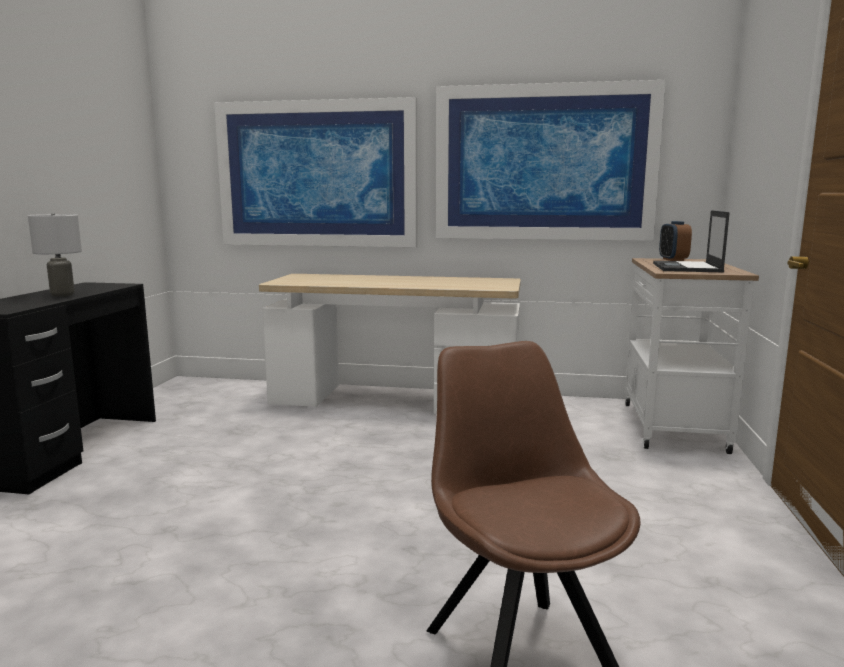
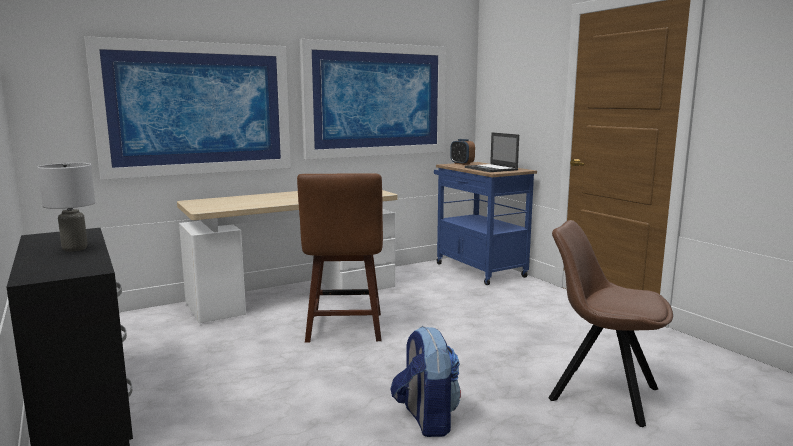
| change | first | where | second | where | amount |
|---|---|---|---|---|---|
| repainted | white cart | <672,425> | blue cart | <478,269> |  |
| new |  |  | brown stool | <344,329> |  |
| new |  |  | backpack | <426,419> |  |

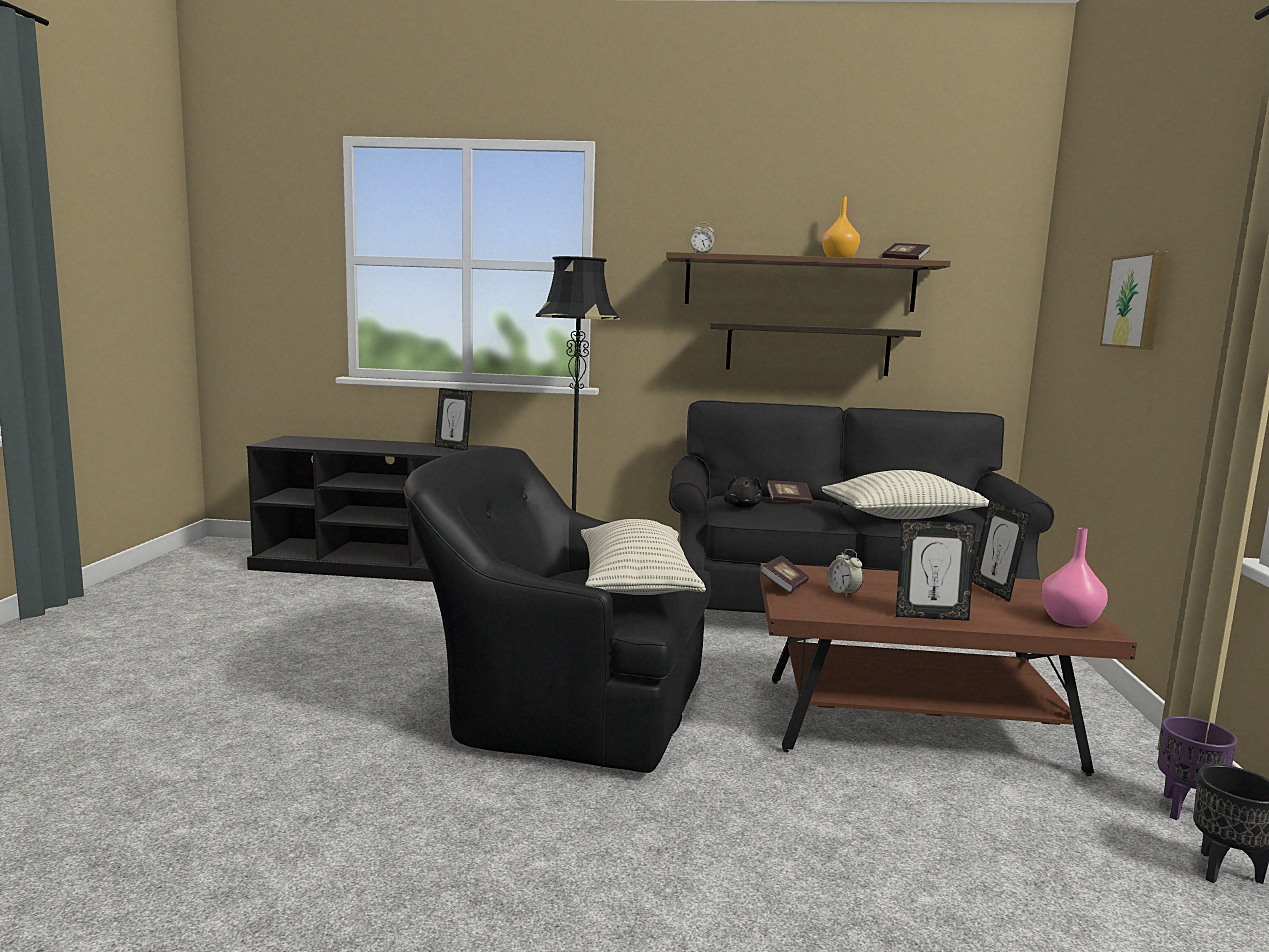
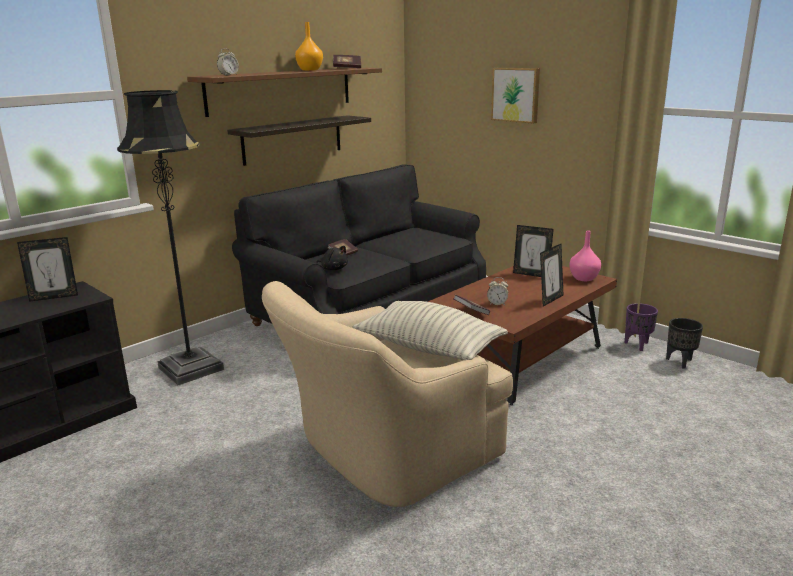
| change | first | where | second | where | amount |
|---|---|---|---|---|---|
| repainted | black armchair | <559,708> | beige armchair | <385,452> |  |
| gone | pillow | <902,517> |  |  |  |

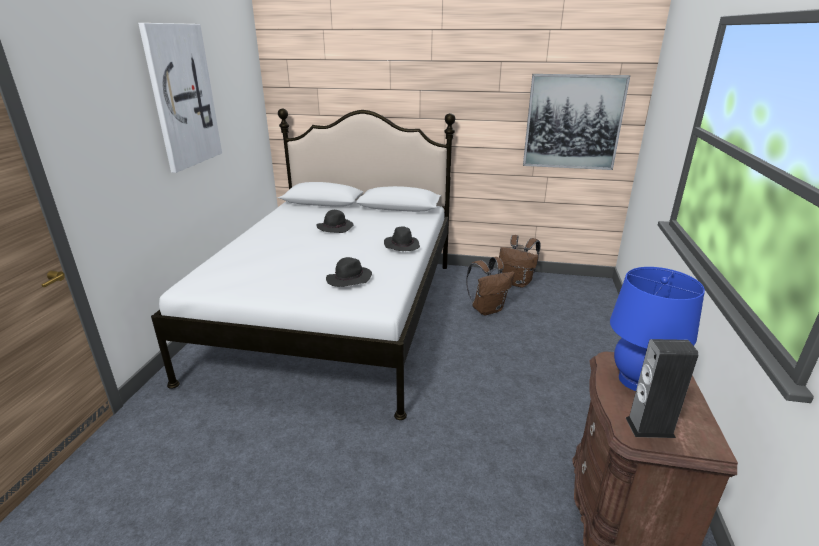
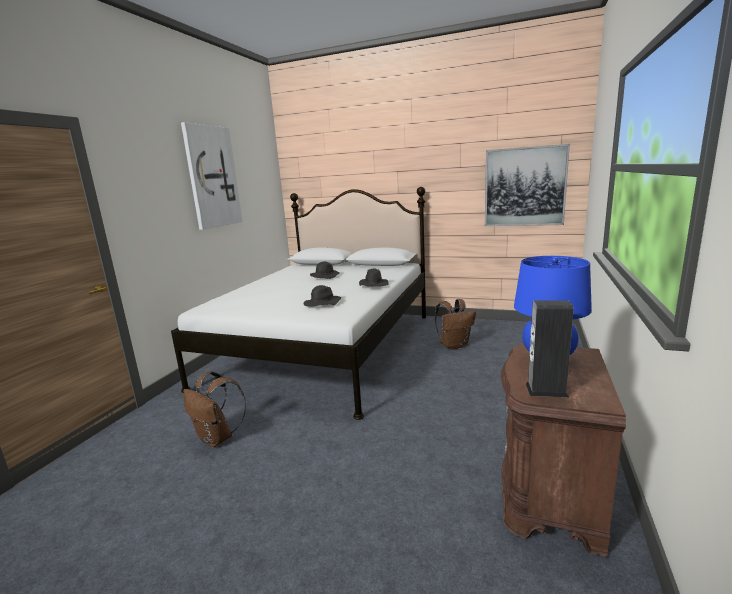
| change | first | where | second | where | amount |
|---|---|---|---|---|---|
| shifted | brown backpack | <517,283> |  | <218,438> |  |

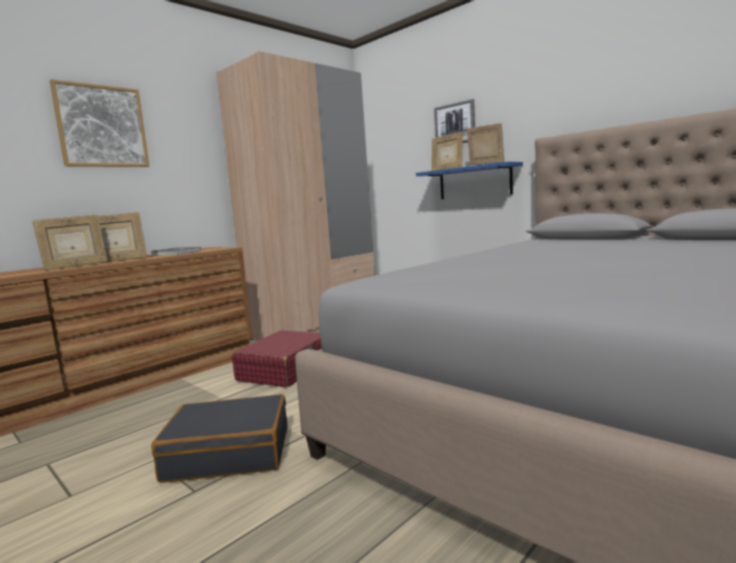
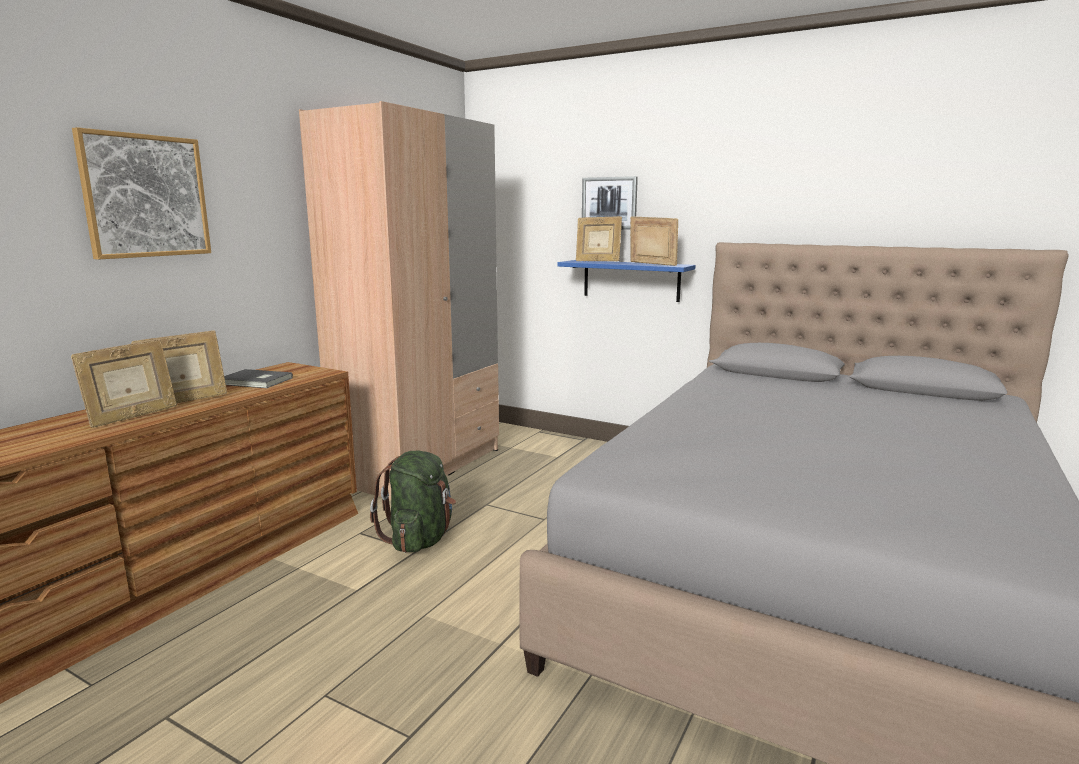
| change | first | where | second | where | amount |
|---|---|---|---|---|---|
| gone | black suitcase | <229,453> |  |  |  |
| swapped | red suitcase | <286,370> | green backpack | <419,539> |  |

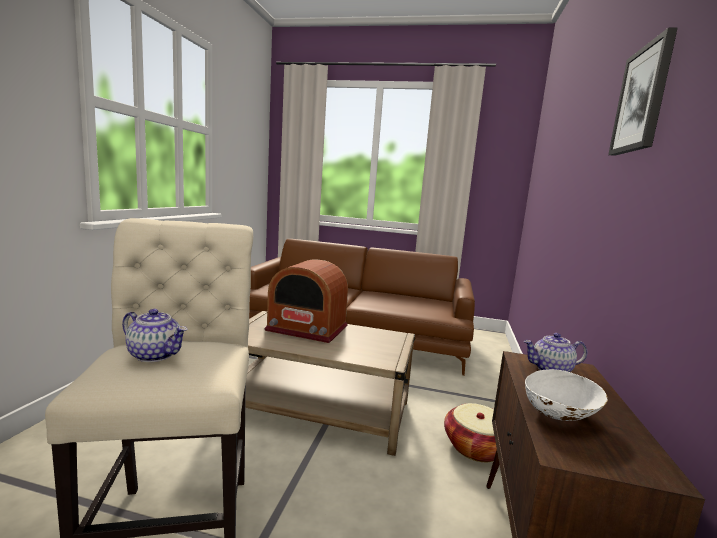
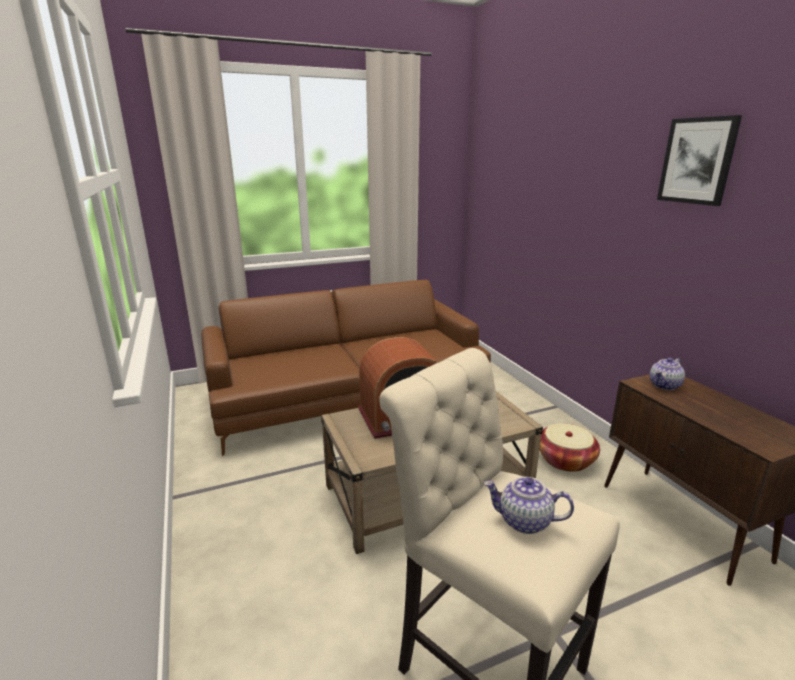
| change | first | where | second | where | amount |
|---|---|---|---|---|---|
| rotated | teapot | <156,355> |  | <524,521> | 150 degrees counterclockwise |
| gone | white bowl | <559,415> |  |  |  |

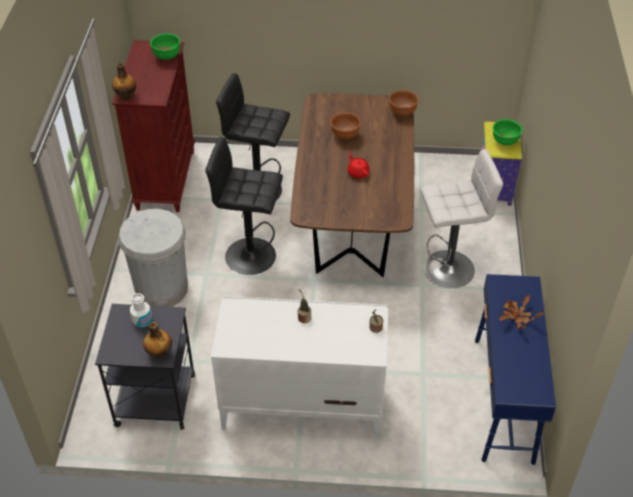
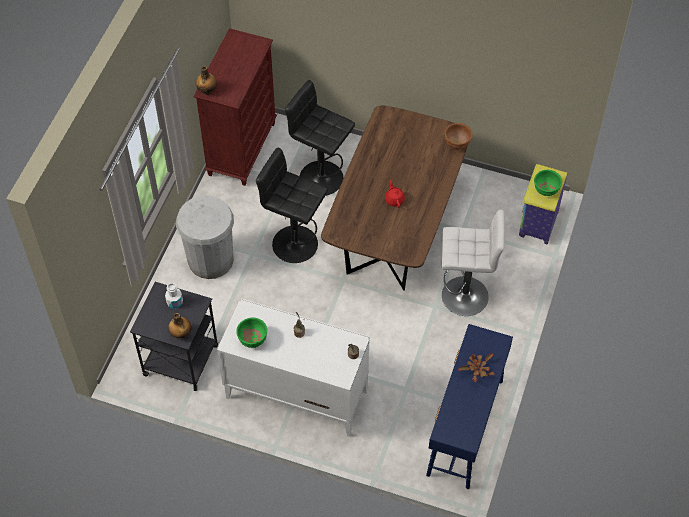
| change | first | where | second | where | amount |
|---|---|---|---|---|---|
| shifted | green bowl | <167,56> |  | <253,339> |  |
| gone | brown bowl | <345,135> |  |  |  |

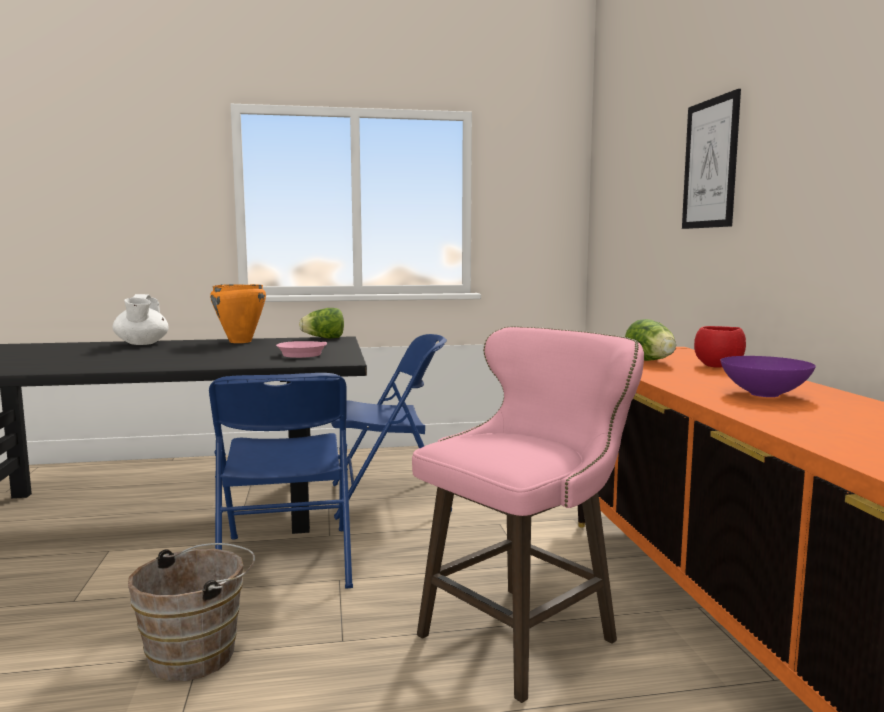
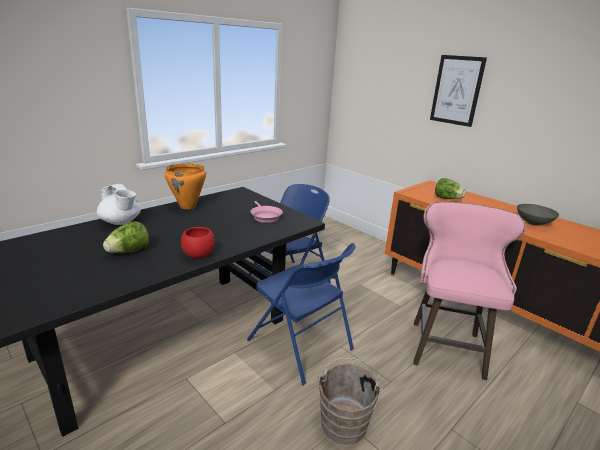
| change | first | where | second | where | amount |
|---|---|---|---|---|---|
| shifted | lettuce | <324,338> |  | <129,252> |  |
| shifted | red bowl | <717,366> |  | <198,255> |  |
| repainted | purple bowl | <764,394> | grey bowl | <533,223> |  |

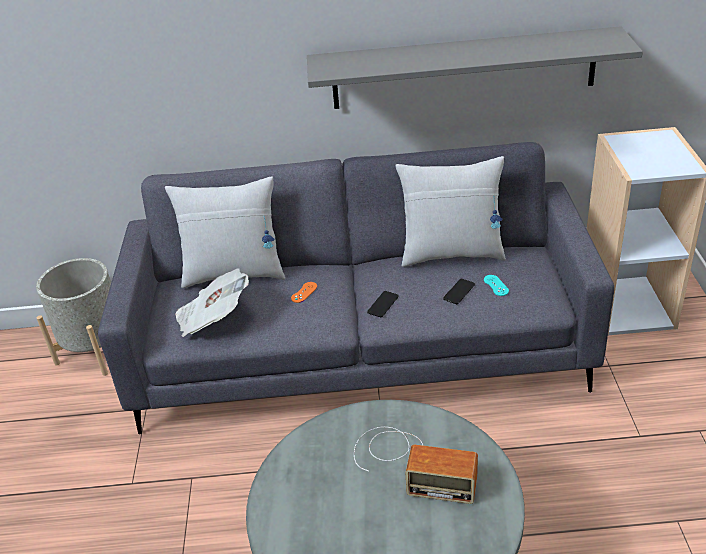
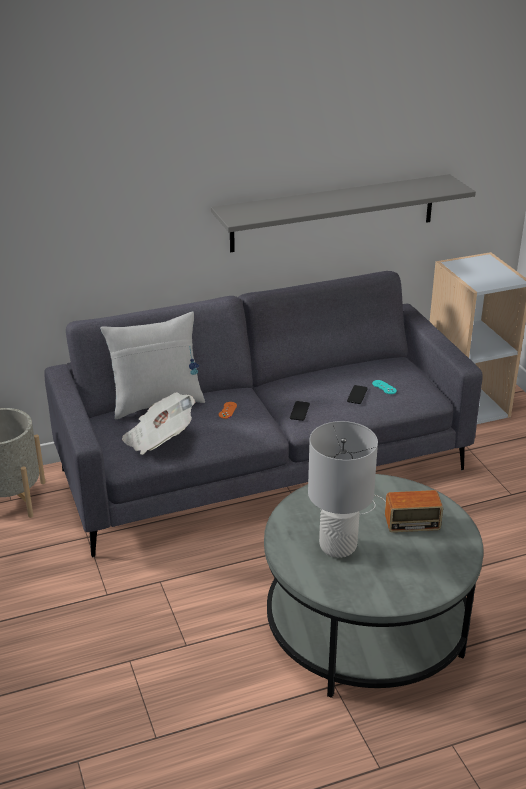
| change | first | where | second | where | amount |
|---|---|---|---|---|---|
| gone | grey pillow | <451,255> |  |  |  |
| new |  |  | grey table lamp | <338,548> |  |

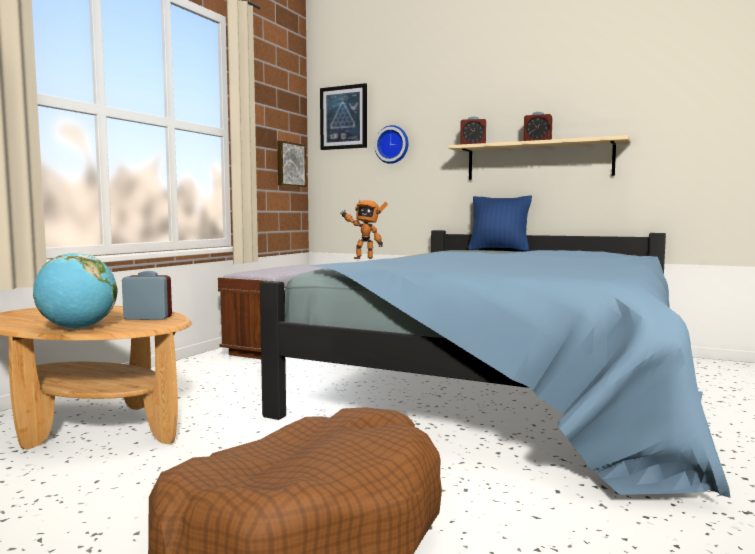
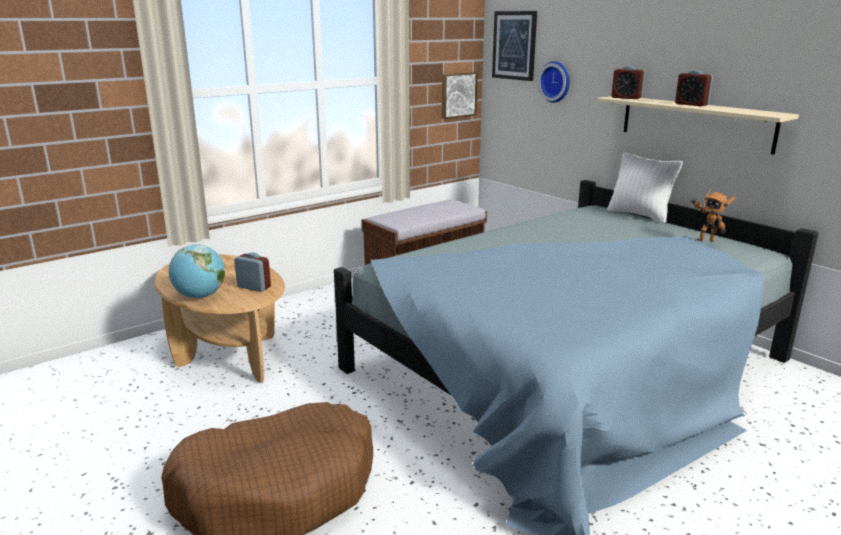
| change | first | where | second | where | amount |
|---|---|---|---|---|---|
| shifted | toy robot | <363,258> |  | <705,240> |  |
| repainted | blue pillow | <499,250> | white pillow | <639,215> |  |

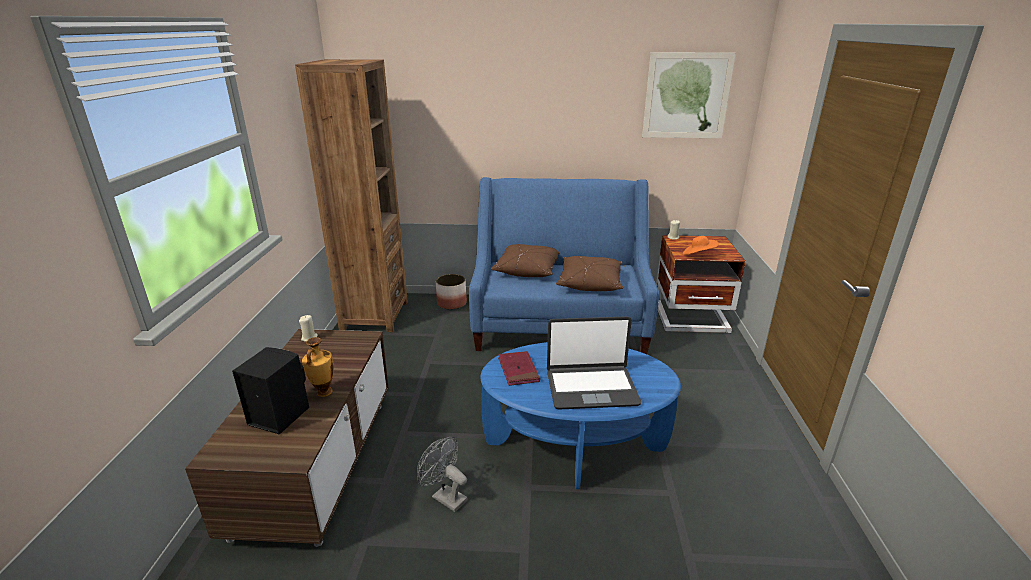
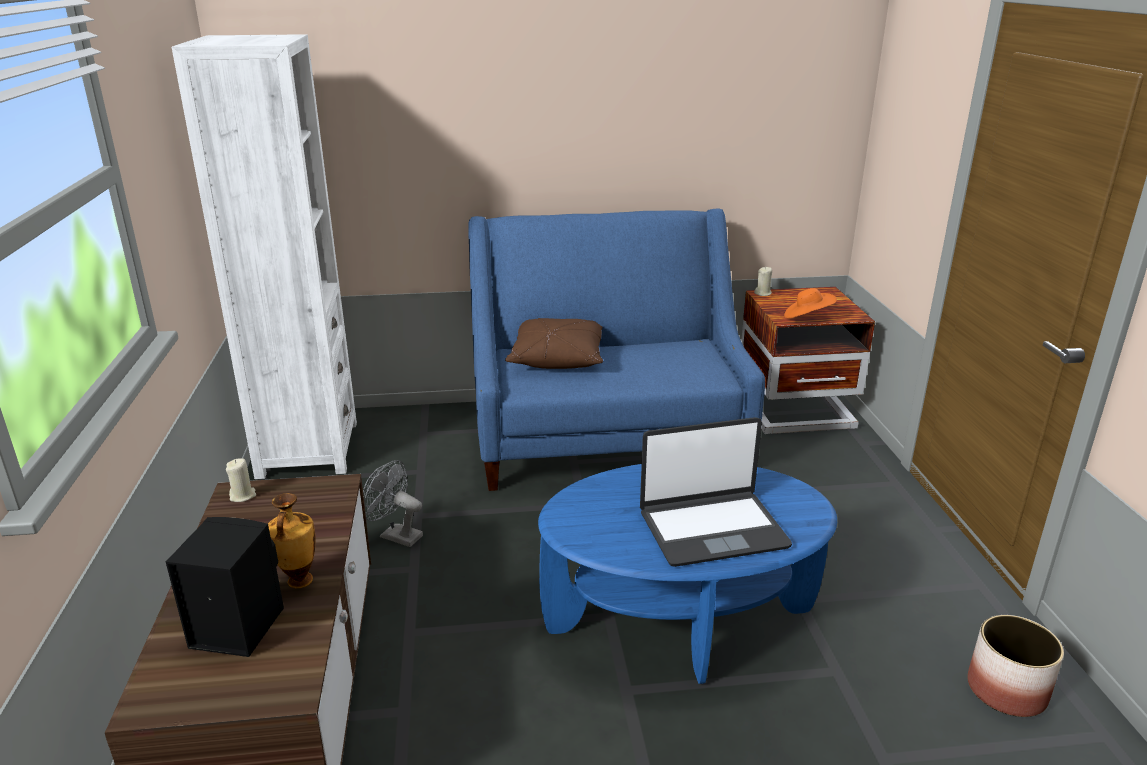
| change | first | where | second | where | amount |
|---|---|---|---|---|---|
| repainted | brown bookcase | <374,315> | white bookcase | <308,449> |  |
| shifted | grey fan | <445,497> |  | <395,535> |  |
| shifted | planter | <452,303> |  | <1006,690> |  |
| gone | red book | <518,370> |  |  |  |
| gone | brown pillow | <589,283> |  |  |  |
| gone | picture | <686,96> |  |  |  |

